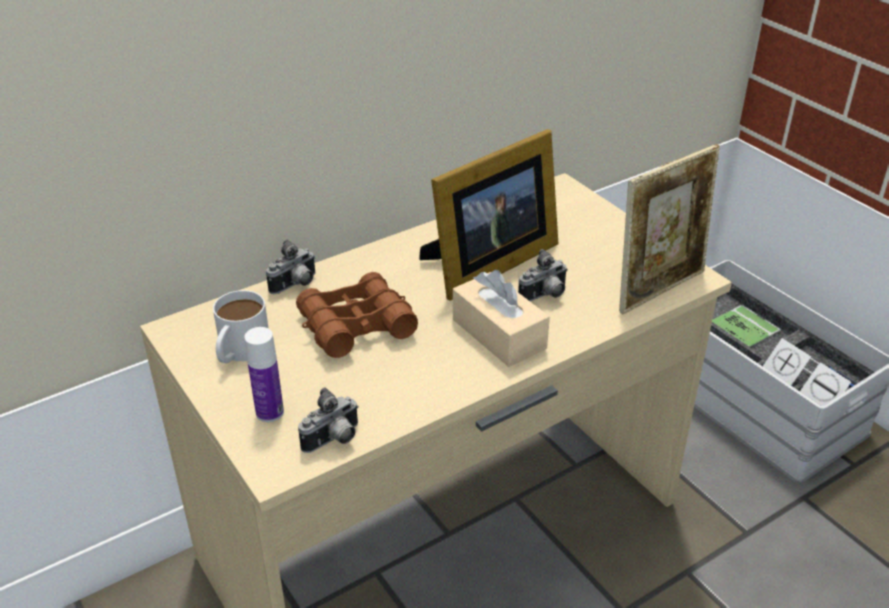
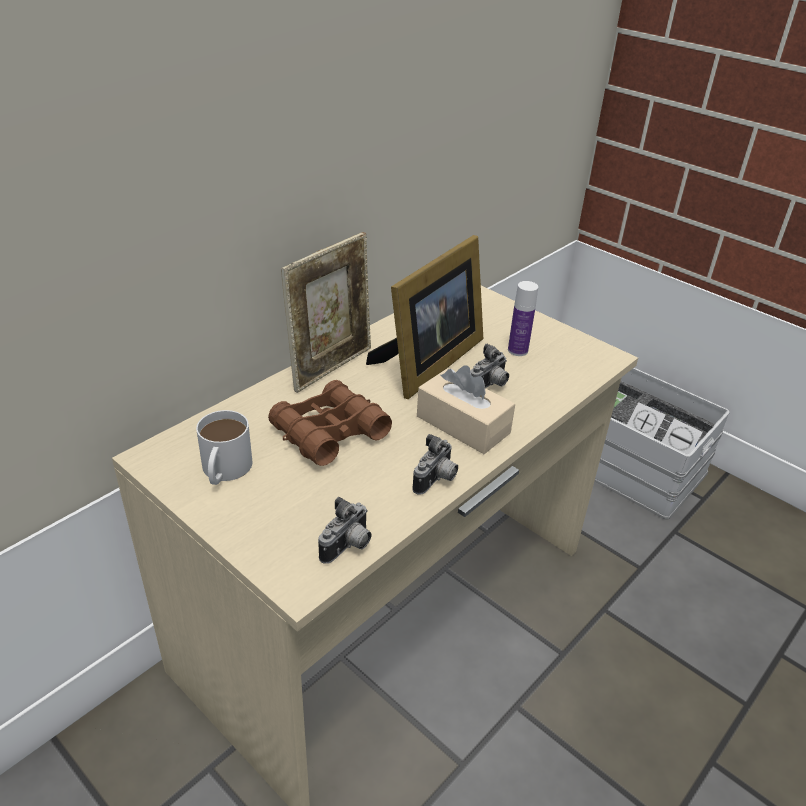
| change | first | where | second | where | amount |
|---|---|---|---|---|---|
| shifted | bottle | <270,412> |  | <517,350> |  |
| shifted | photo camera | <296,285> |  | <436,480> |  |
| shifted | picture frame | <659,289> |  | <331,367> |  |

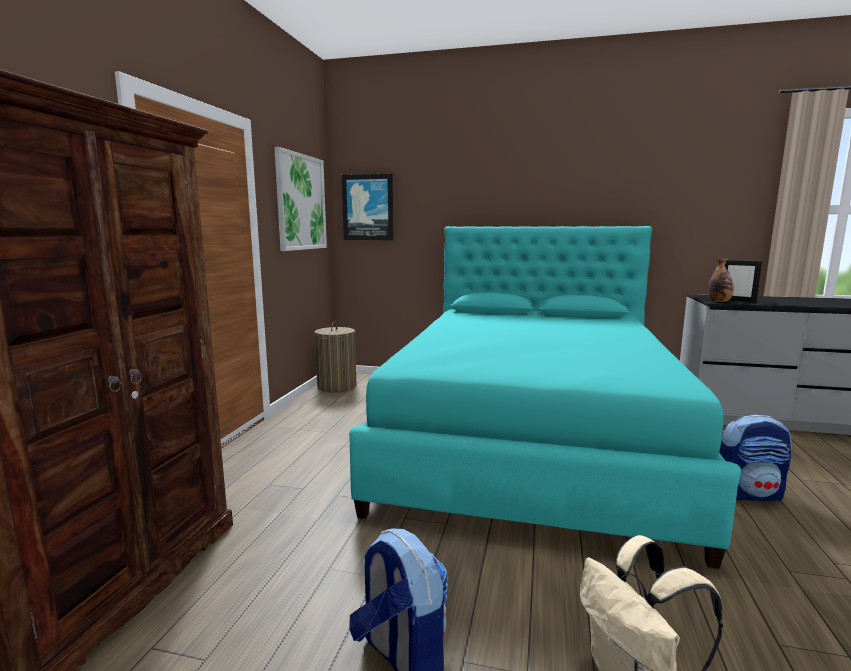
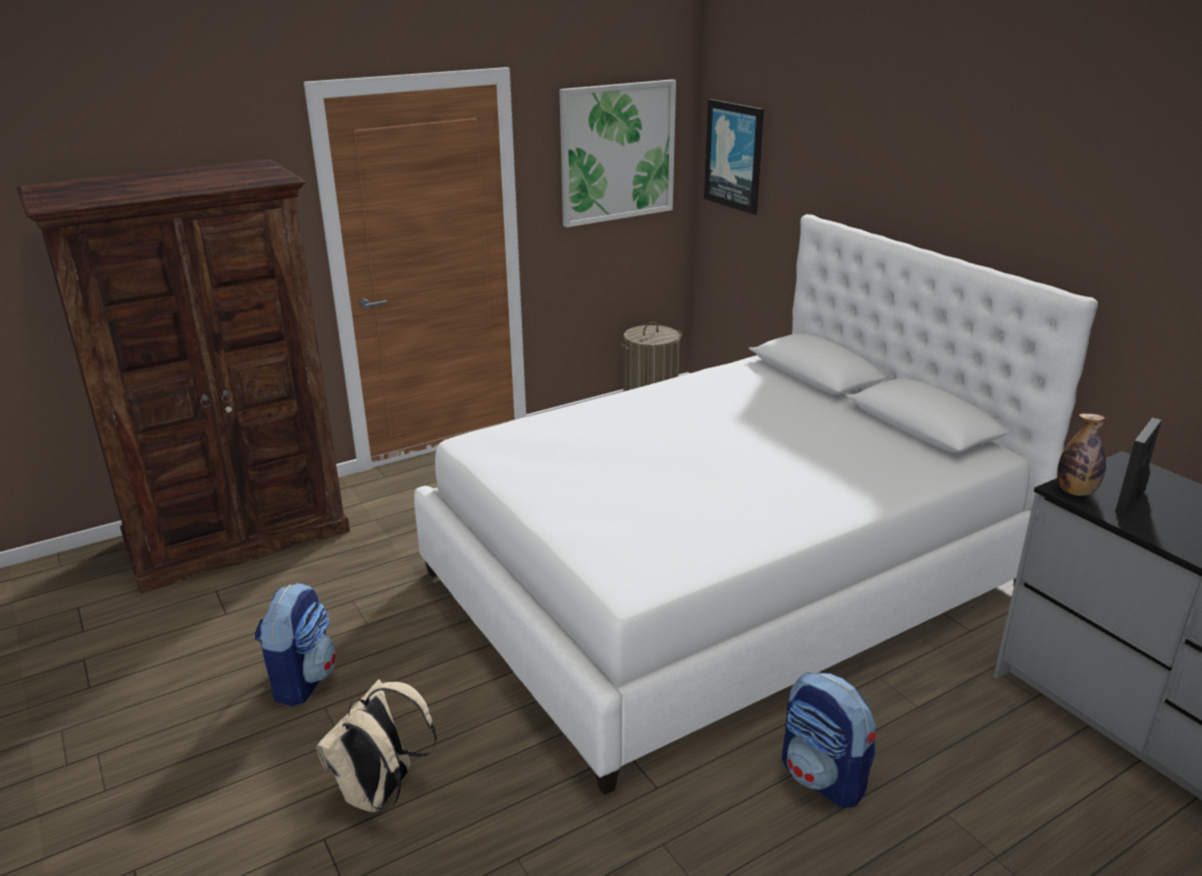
| change | first | where | second | where | amount |
|---|---|---|---|---|---|
| repainted | turquoise bed | <532,439> | white bed | <724,580> |  |
| rotated | picture frame | <737,300> |  | <1130,501> | 45 degrees clockwise |

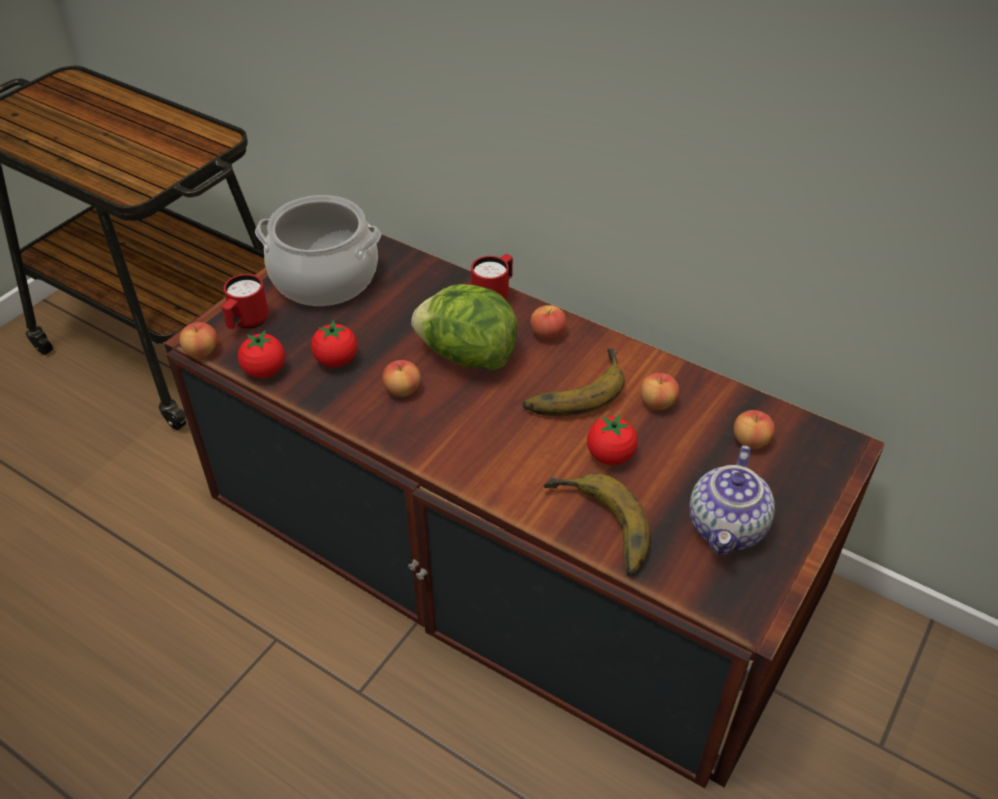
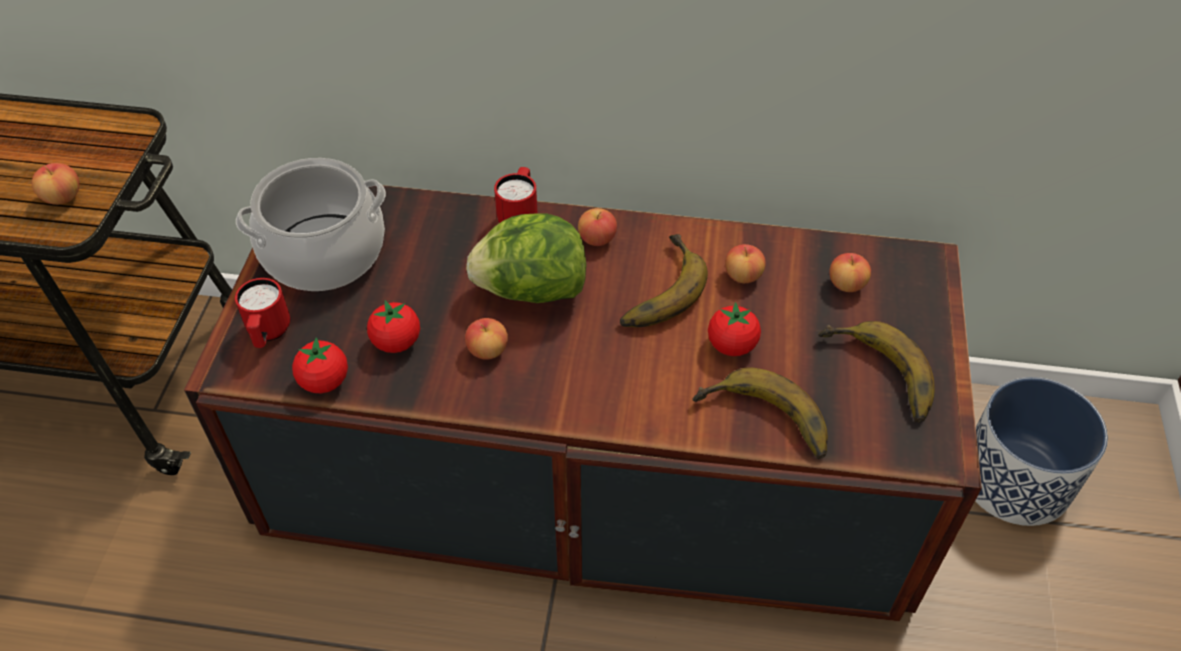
| change | first | where | second | where | amount |
|---|---|---|---|---|---|
| shifted | apple | <202,351> |  | <63,197> |  |
| swapped | teapot | <727,528> | banana | <875,377> |  |
| new |  |  | planter | <1015,478> |  |

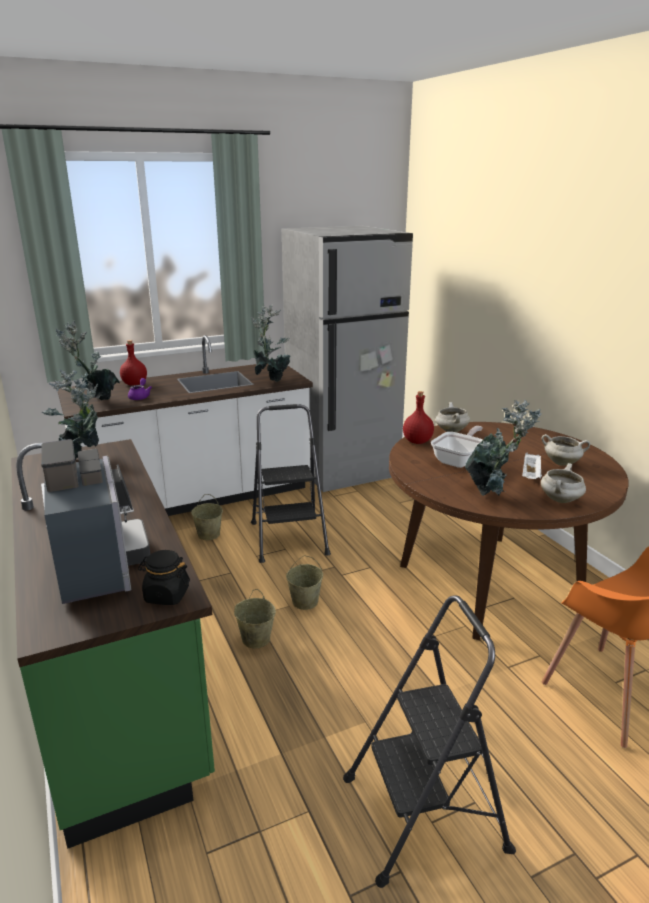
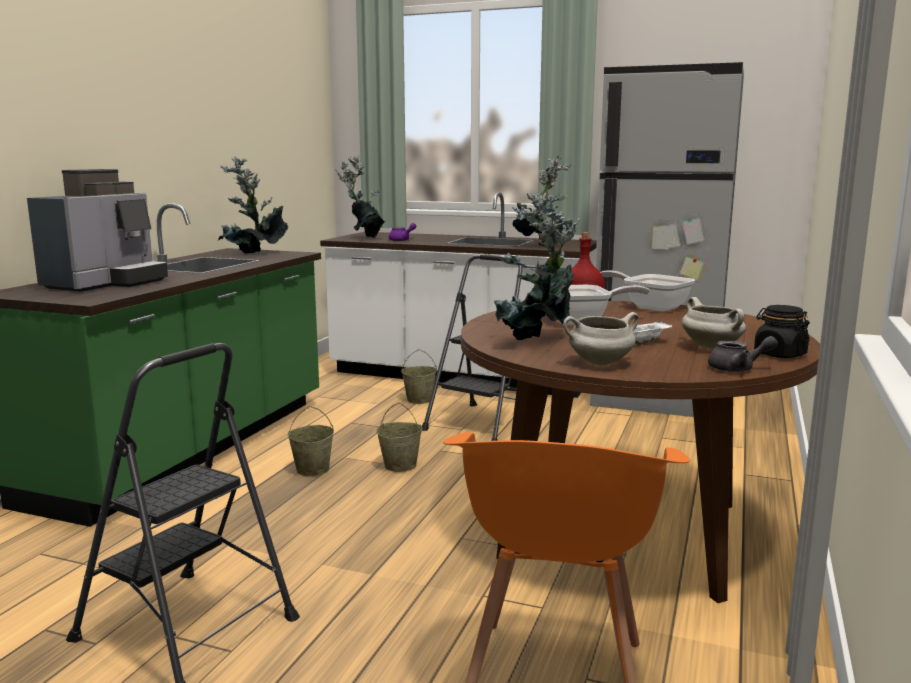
| change | first | where | second | where | amount |
|---|---|---|---|---|---|
| gone | red bottle | <135,384> |  |  |  |
| shifted | black jar | <166,595> |  | <779,354> |  |
| swapped | white cooking pot | <451,431> | frying pan | <651,307> |  |
| new |  |  | grey teapot | <737,369> |  |

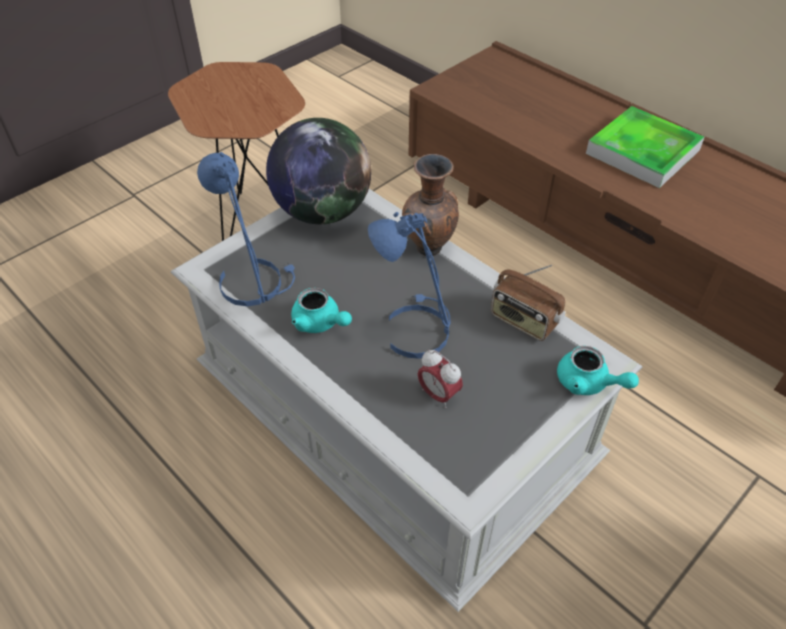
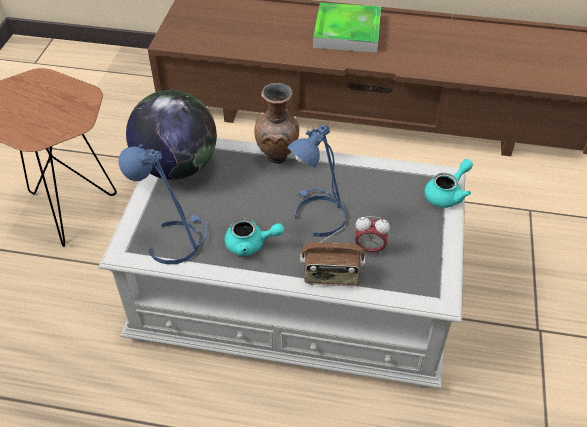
| change | first | where | second | where | amount |
|---|---|---|---|---|---|
| shifted | radio | <523,321> |  | <331,276> |  |
| rotated | turquoise teapot | <588,383> |  | <447,194> | 45 degrees counterclockwise |

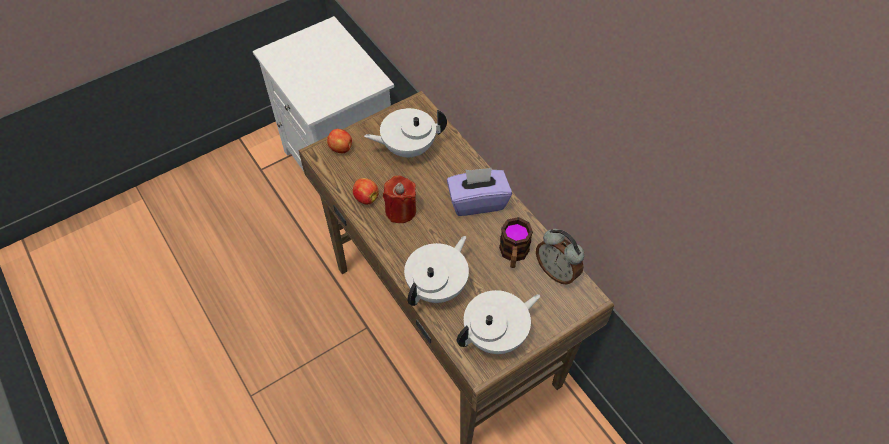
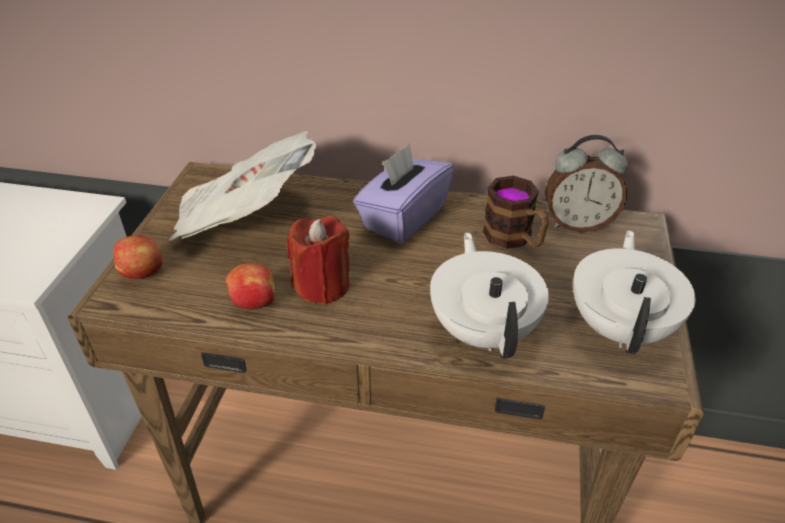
| change | first | where | second | where | amount |
|---|---|---|---|---|---|
| swapped | white teapot | <408,148> | newspaper | <244,219> |  |

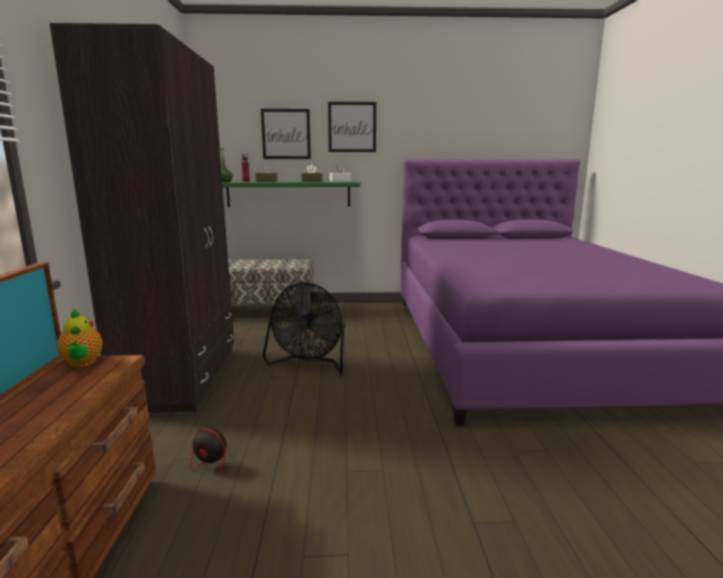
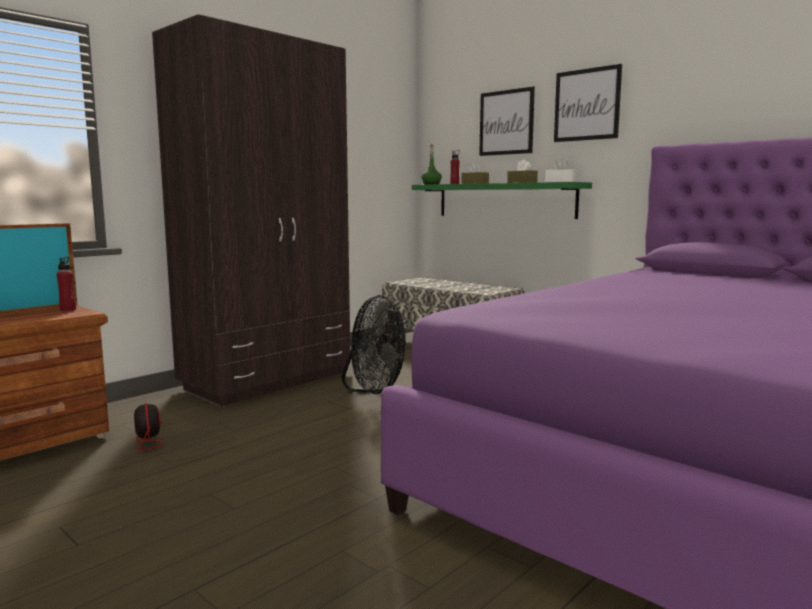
| change | first | where | second | where | amount |
|---|---|---|---|---|---|
| swapped | teapot | <82,363> | red bottle | <68,310> |  |

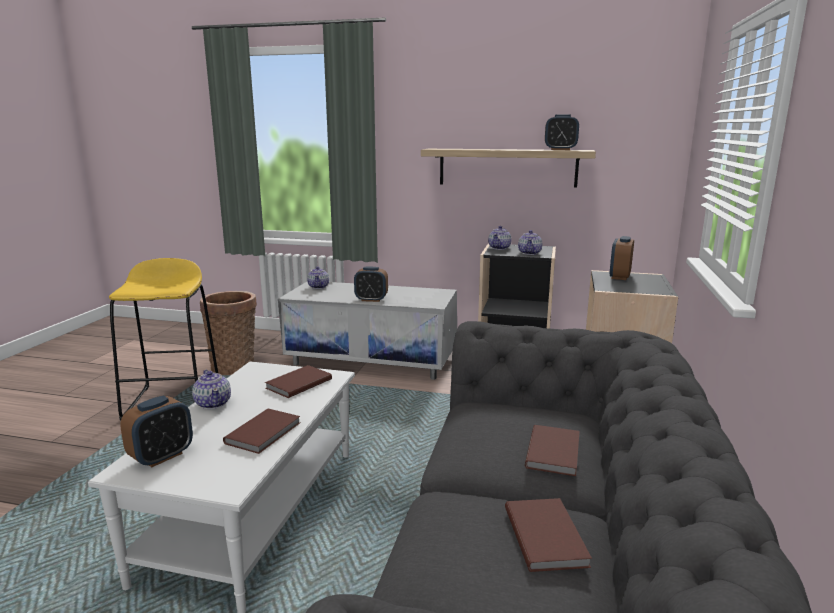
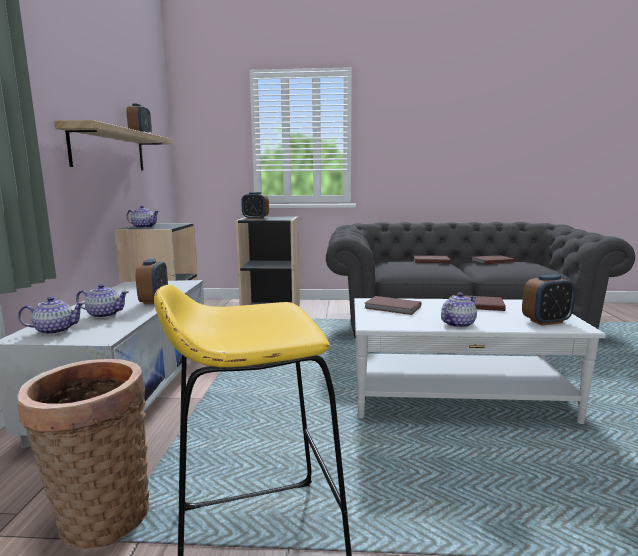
| change | first | where | second | where | amount |
|---|---|---|---|---|---|
| rotated | alarm clock | <162,456> |  | <546,321> | 135 degrees clockwise |
| shifted | teapot | <529,253> |  | <104,315> |  |

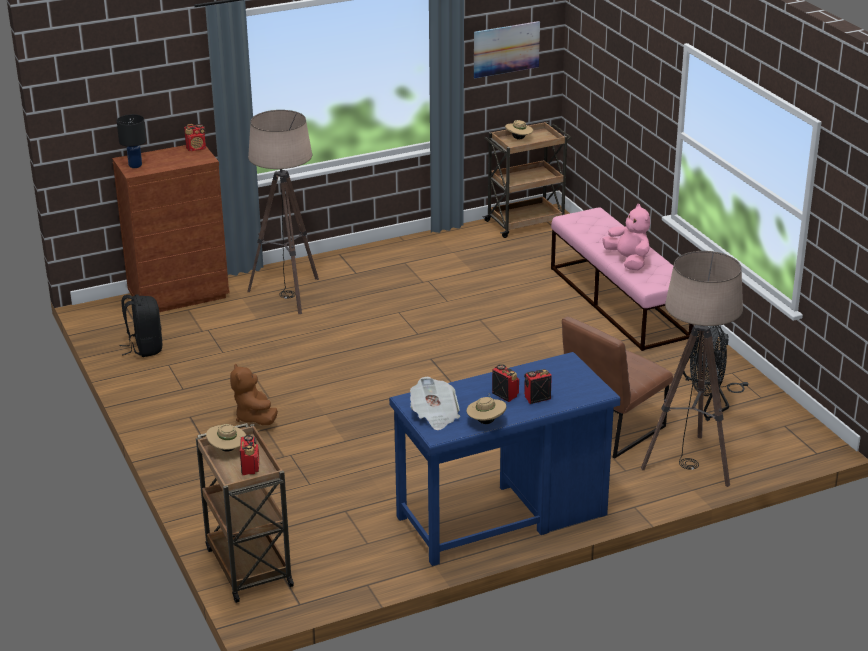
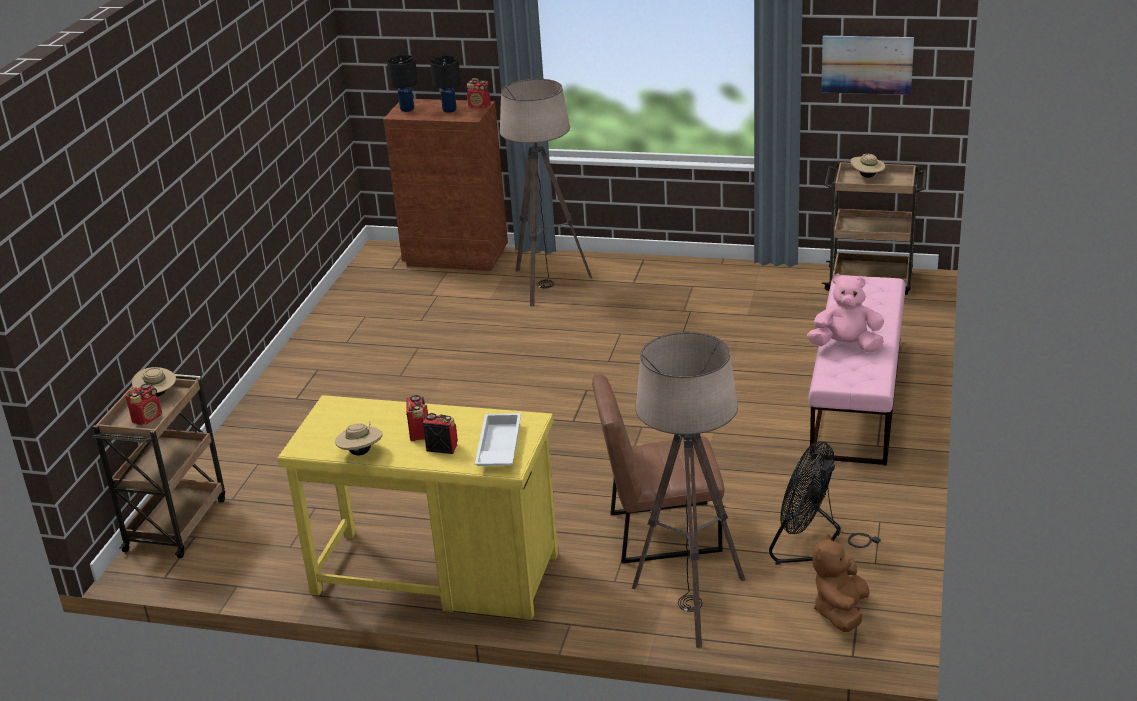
| change | first | where | second | where | amount |
|---|---|---|---|---|---|
| gone | black backpack | <144,348> |  |  |  |
| shifted | brown plush toy | <254,417> |  | <840,612> |  |
| repainted | blue desk | <502,516> | yellow desk | <434,575> |  |
| gone | newspaper | <435,415> |  |  |  |
| rotated | pink plush toy | <628,261> |  | <846,346> | 90 degrees counterclockwise |
| new |  |  | black table lamp | <449,110> |  |
| new |  |  | white tray | <498,447> |  |

